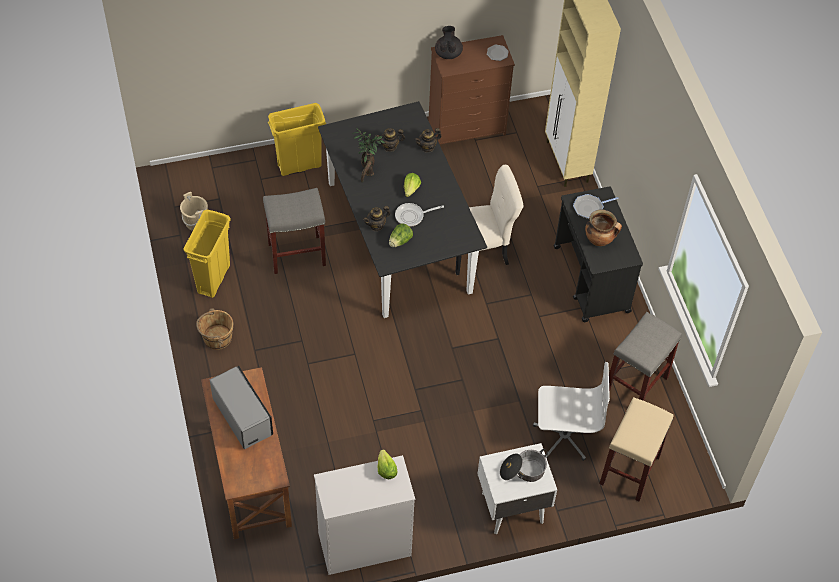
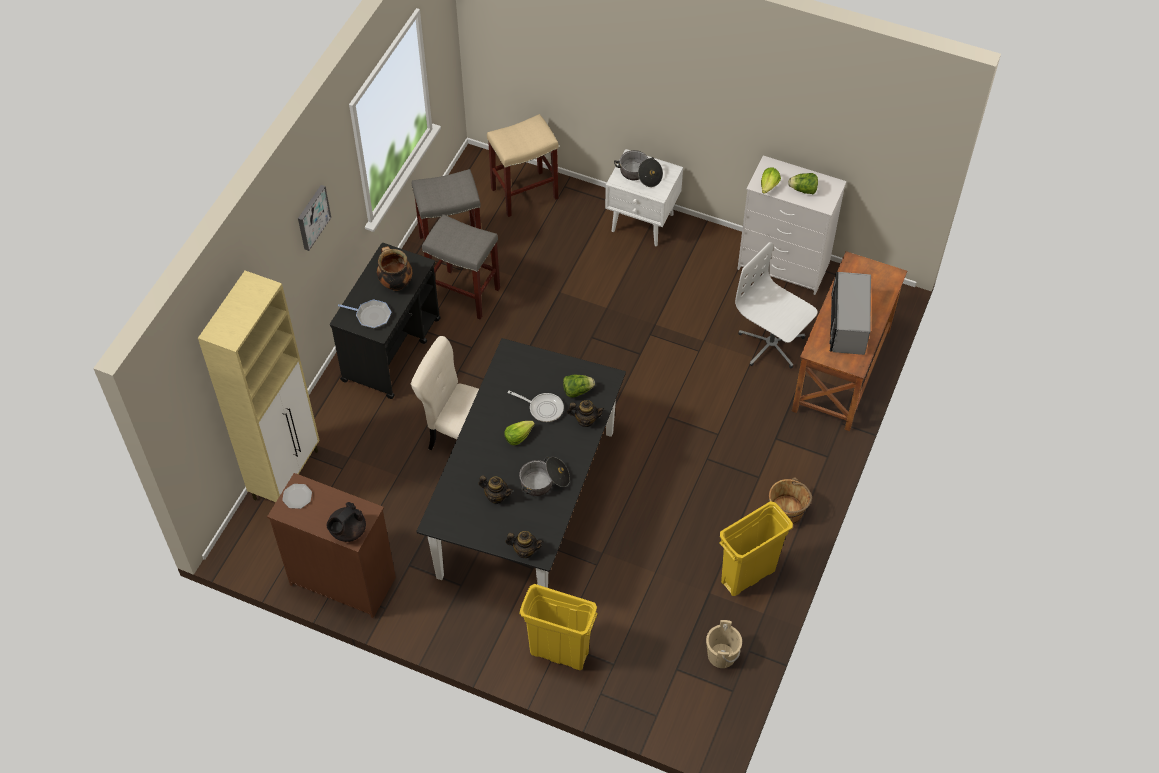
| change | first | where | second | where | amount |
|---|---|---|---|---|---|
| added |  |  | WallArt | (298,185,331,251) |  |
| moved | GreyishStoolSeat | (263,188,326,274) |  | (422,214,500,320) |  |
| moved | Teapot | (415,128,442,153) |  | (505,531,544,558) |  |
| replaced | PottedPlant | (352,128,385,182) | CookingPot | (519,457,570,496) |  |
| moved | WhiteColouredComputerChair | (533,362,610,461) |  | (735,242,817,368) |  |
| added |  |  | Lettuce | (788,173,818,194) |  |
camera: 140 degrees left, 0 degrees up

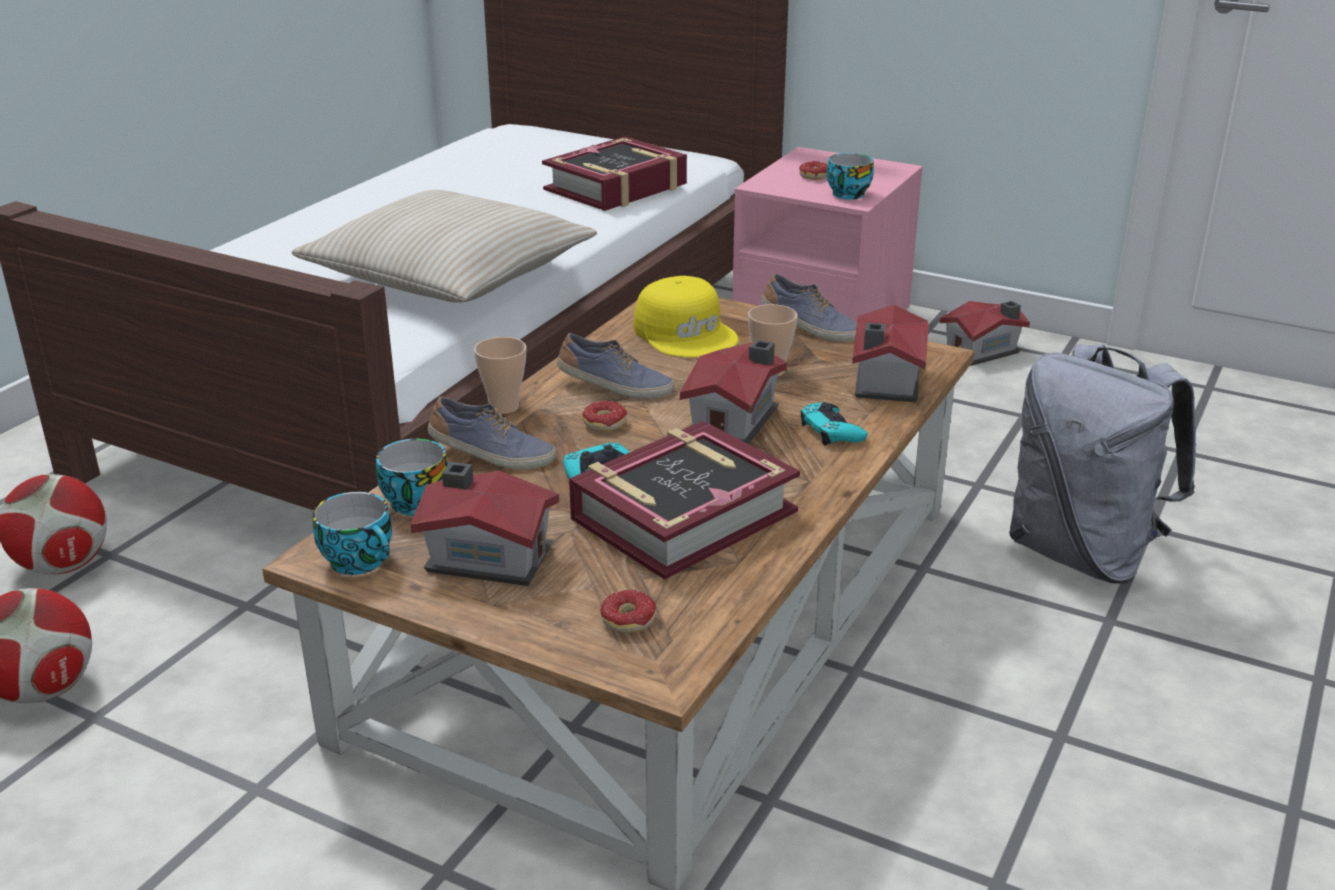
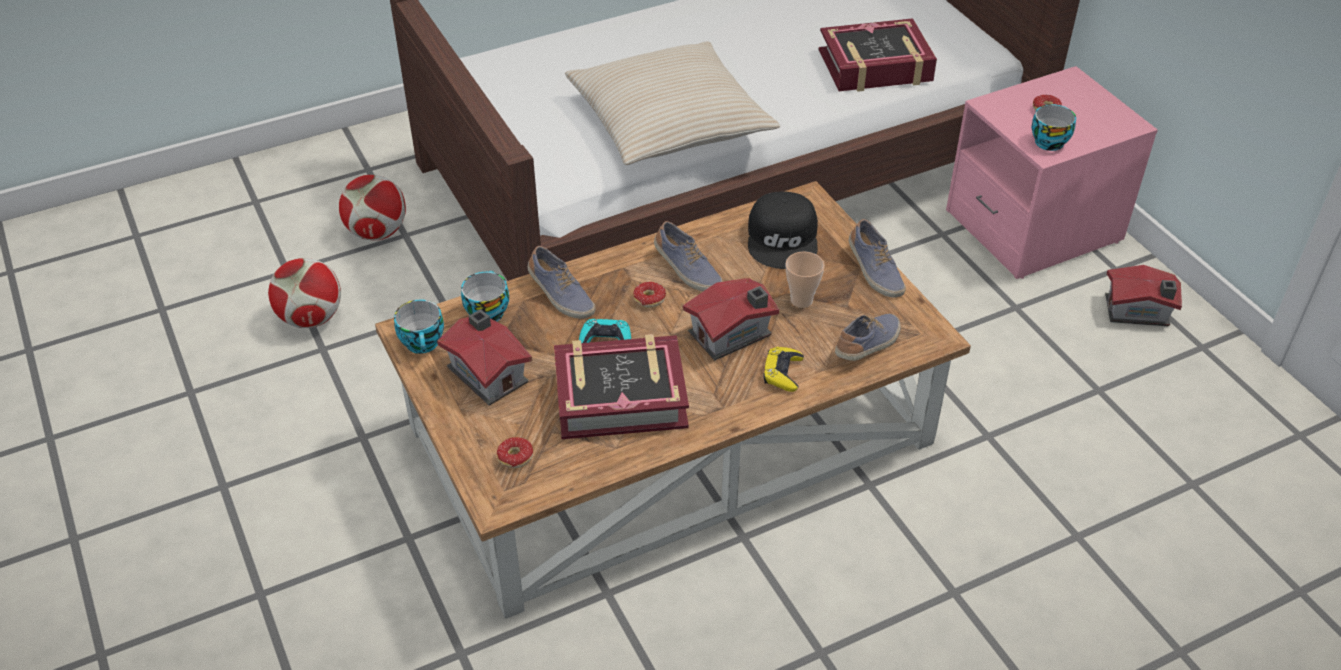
| change | first | where | second | where | amount |
|---|---|---|---|---|---|
| recoloured | YellowColouredBaseballCap | (633,276,738,357) | BlackishBaseballCap | (748,191,818,269) |  |
| recoloured | BlueGreenJoypad | (800,402,868,446) | YellowColouredJoypad | (763,347,804,392) |  |
| replaced | ModelHouse | (852,305,928,402) | Shoe | (835,314,901,361) |  |
| removed | SmallCup | (474,337,527,414) |  |  |  |
| removed | GreyishBackpack | (1009,344,1196,584) |  |  |  |
camera: 35 degrees right, 15 degrees up

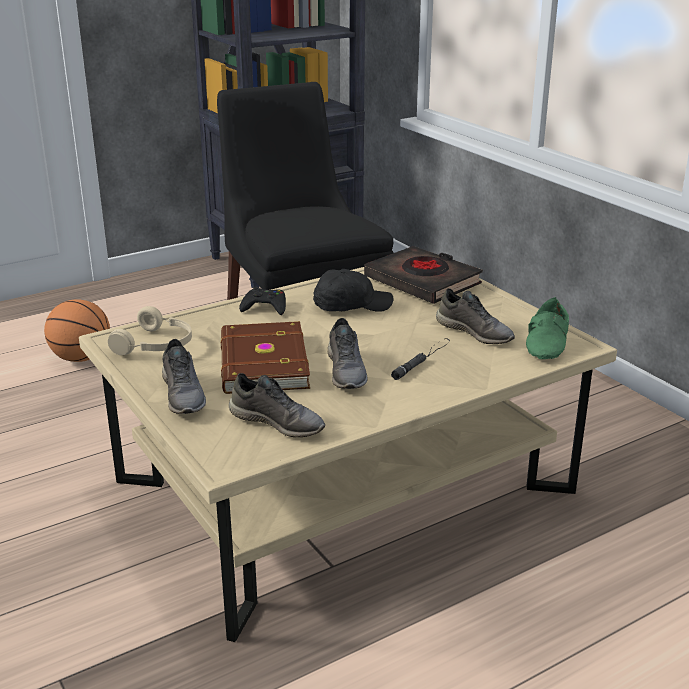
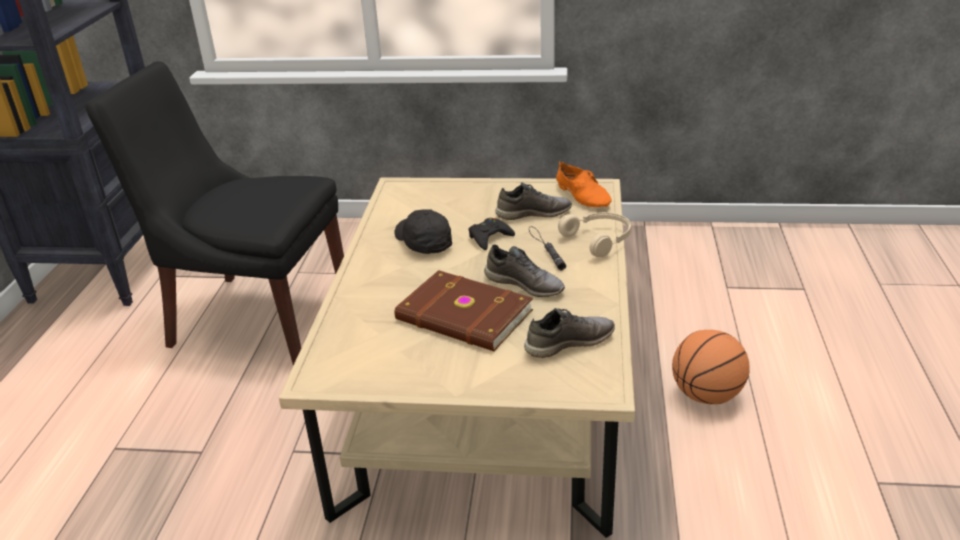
| change | first | where | second | where | amount |
|---|---|---|---|---|---|
| turned | BlackishBaseballCap | (313,269,394,312) |  | (394,209,452,254) | 60 degrees counterclockwise |
| moved | BlackishJoypad | (239,287,286,315) |  | (469,218,515,250) |  |
| recoloured | GreenishShoe | (526,297,569,359) | OrangeColouredShoe | (556,161,612,207) |  |
| moved | BeigeColouredHeadphones | (108,306,192,355) |  | (558,212,631,257) |  |
| moved | BasketballBall | (44,299,110,362) |  | (672,330,750,404) |  |
| removed | GreyishShoe | (162,339,206,414) |  |  |  |
| removed | BlackishBoundBook | (364,246,483,304) |  |  |  |
camera: 50 degrees left, 5 degrees up

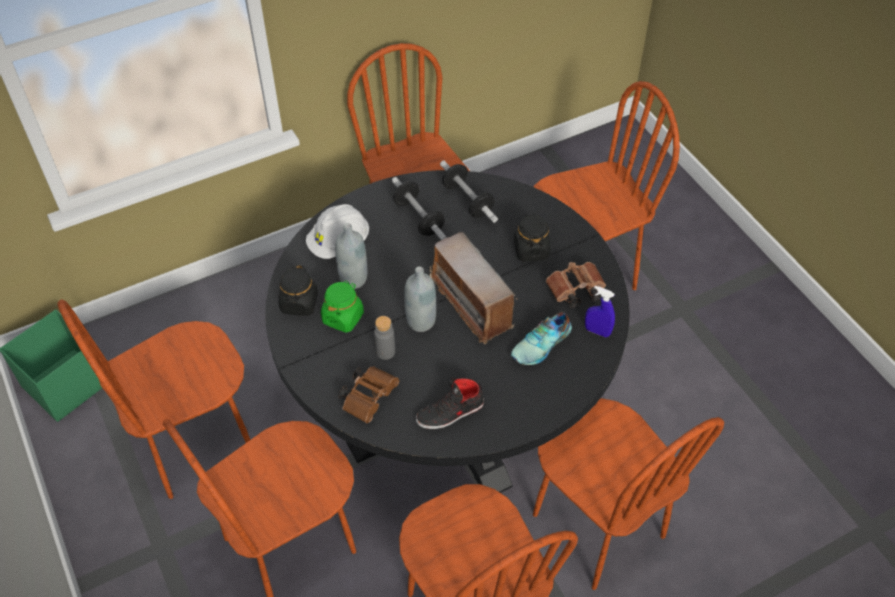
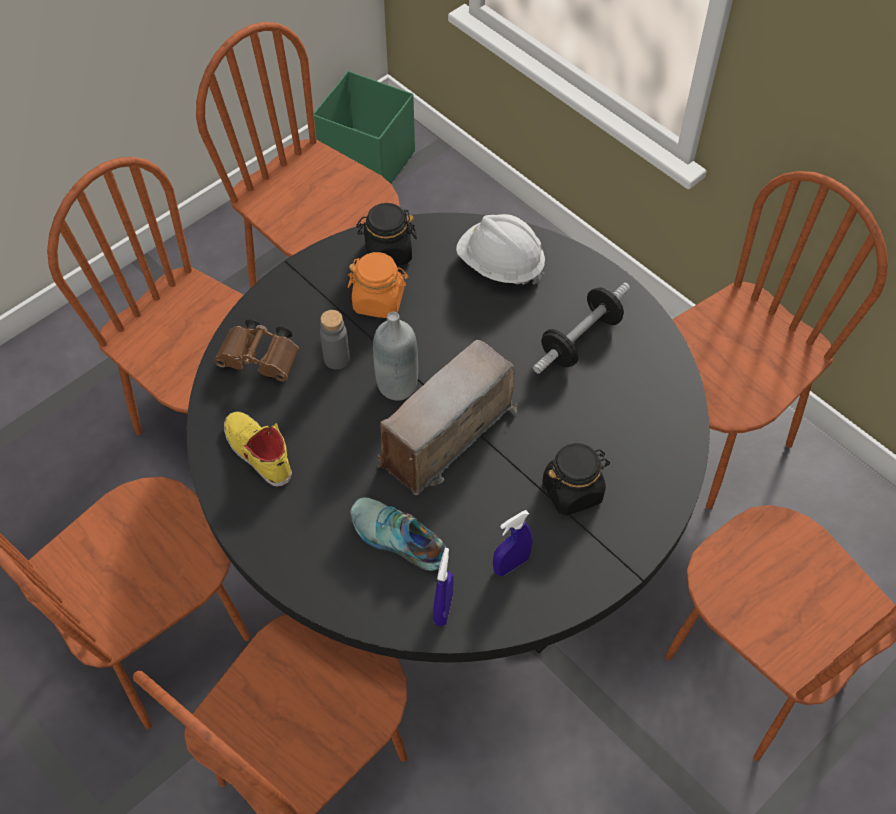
| change | first | where | second | where | amount |
|---|---|---|---|---|---|
| recoloured | BlackishShoe | (416,378,484,429) | YellowColouredShoe | (224,412,292,486) |  |
| recoloured | GreenishJar | (321,281,364,333) | OrangeColouredJar | (348,252,408,318) |  |
| replaced | BrownishFieldGlasses | (546,262,606,308) | BluishSprayer | (493,510,533,576) |  |
| removed | GreyishBottle | (335,223,367,289) |  |  |  |
| removed | Dumbbell | (440,160,498,223) |  |  |  |
camera: 75 degrees right, 5 degrees up

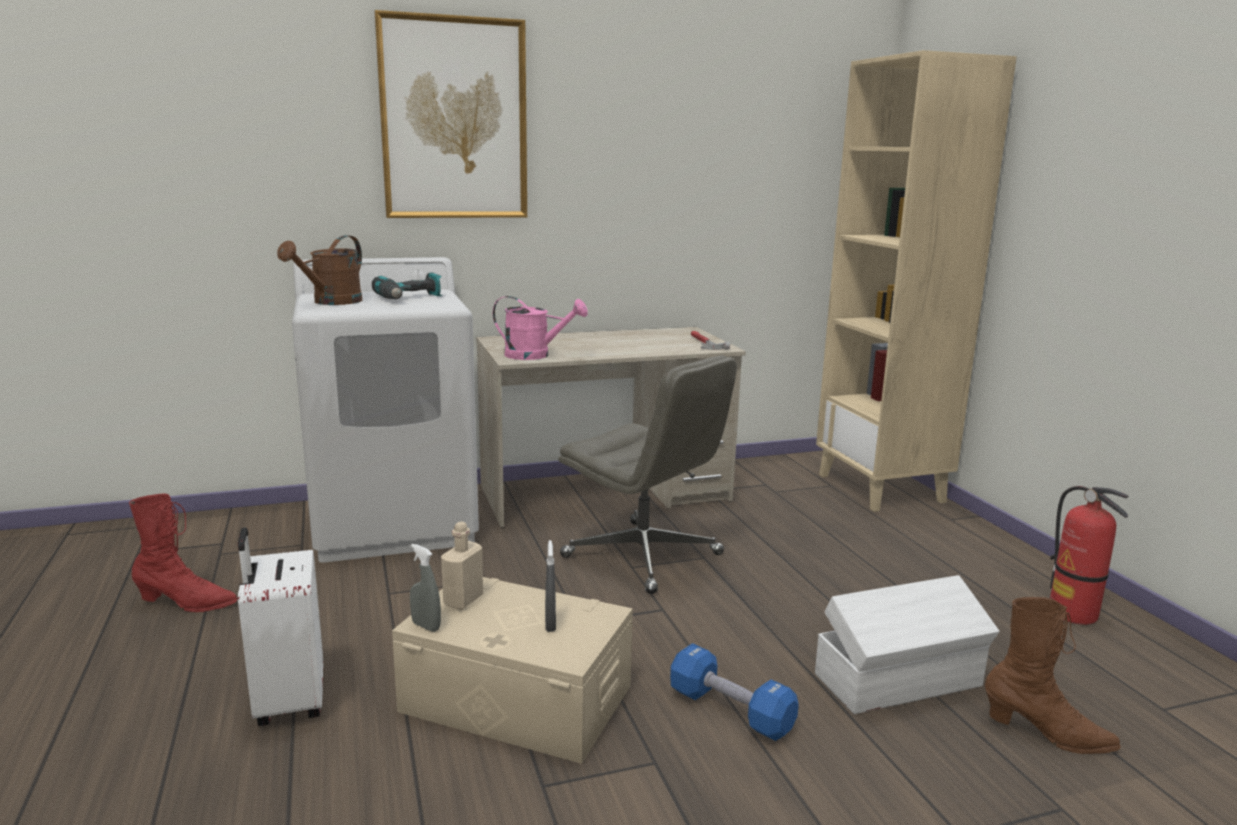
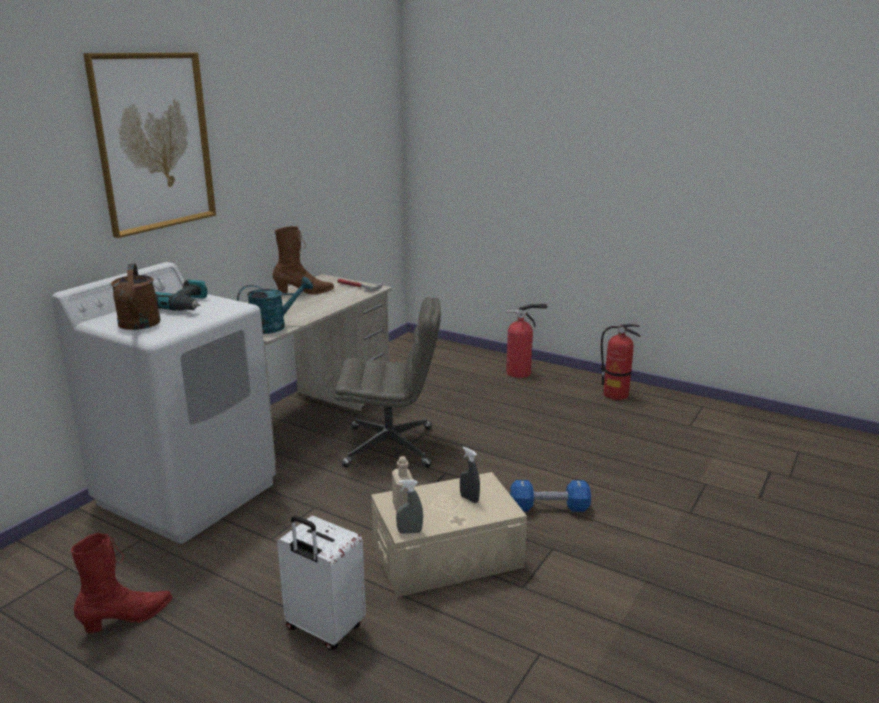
| change | first | where | second | where | amount |
|---|---|---|---|---|---|
| recoloured | PinkishWateringPot | (493,296,588,360) | BlueGreenWateringPot | (237,277,313,334) |  |
| moved | BrownishTallBoot | (985,597,1121,754) |  | (273,226,334,294) |  |
| added |  |  | FireExtinguisher | (506,304,547,378) |  |
| removed | WhiteColouredStorageBox | (815,575,1000,714) |  |  |  |
| removed | BeigeColouredBookcase | (816,50,1017,512) |  |  |  |
camera: 40 degrees left, 5 degrees up

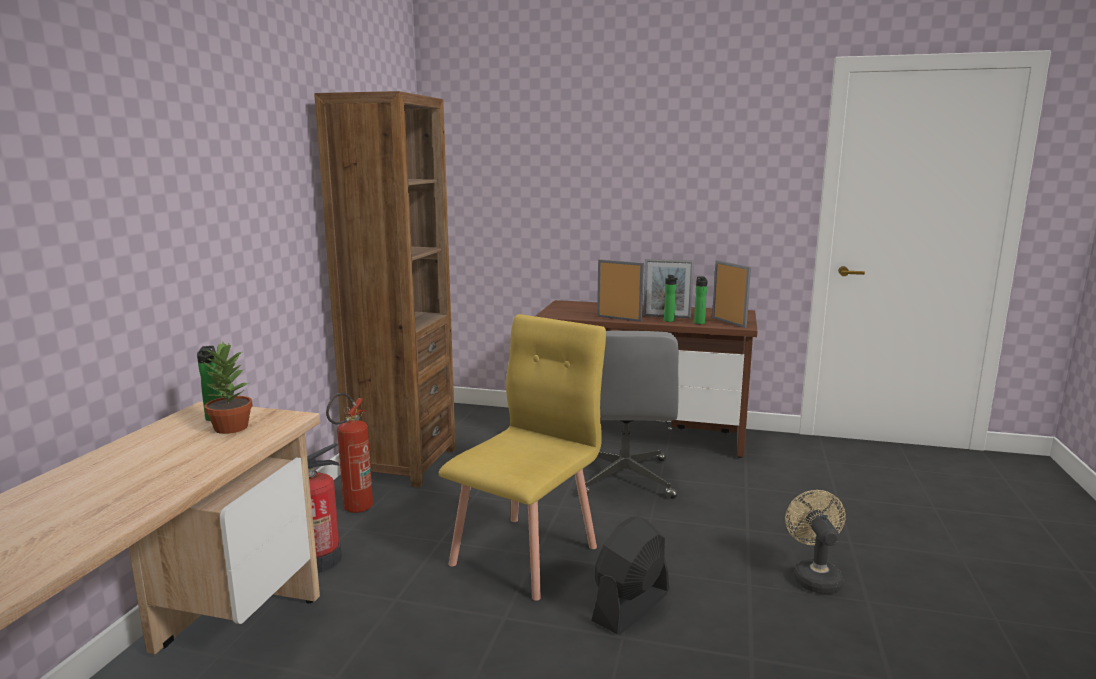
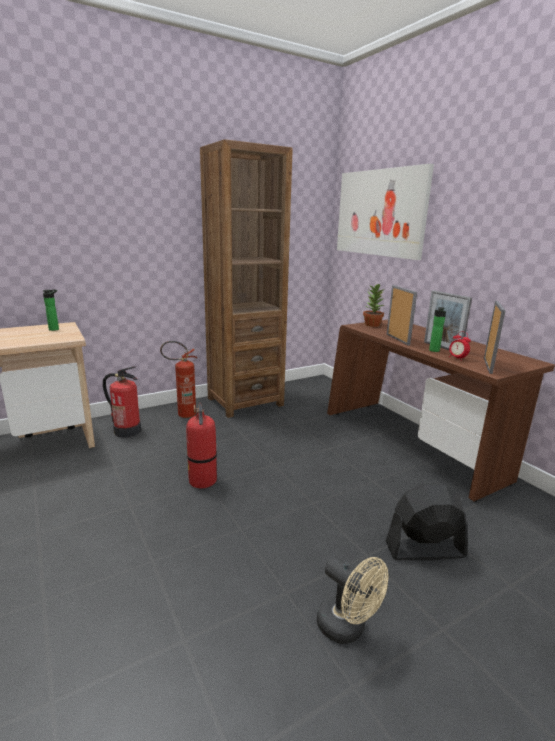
| change | first | where | second | where | amount |
|---|---|---|---|---|---|
| replaced | YellowColouredChair | (439,314,606,601) | FireExtinguisher | (186,402,217,488) |  |
| turned | BeigeColouredFan | (785,490,846,594) |  | (317,557,389,644) | 90 degrees clockwise |
| added |  |  | WallArt | (337,164,434,260) |  |
| moved | PottedPlant | (203,342,253,434) |  | (363,283,384,327) |  |
| moved | BlackishFan | (591,516,669,635) |  | (386,483,468,560) |  |
| replaced | Bottle | (694,276,708,324) | BedsideClock | (449,331,471,361) |  |
| removed | GreyishComputerChair | (585,330,679,499) |  |  |  |
camera: 45 degrees right, 5 degrees up

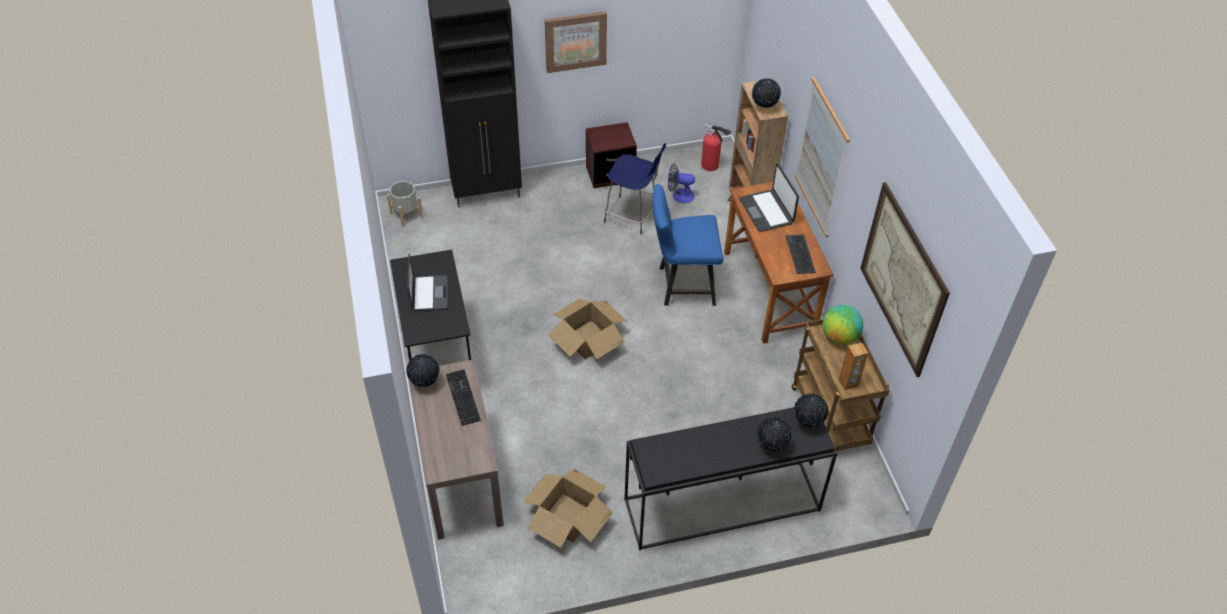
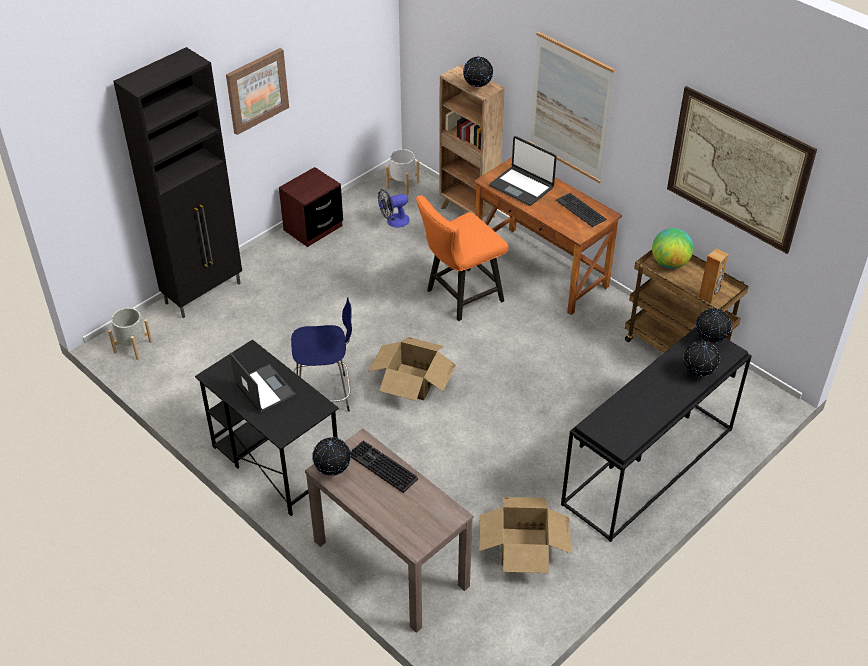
| change | first | where | second | where | amount |
|---|---|---|---|---|---|
| moved | BluishStoolSeat | (604,143,666,234) |  | (291,297,352,412) |  |
| replaced | FireExtinguisher | (701,124,731,171) | WhiteColouredFlowerPot | (386,149,419,195) |  |
| recoloured | BluishChair | (652,184,723,306) | OrangeColouredChair | (416,195,508,321) |  |
camera: 30 degrees left, 5 degrees down

